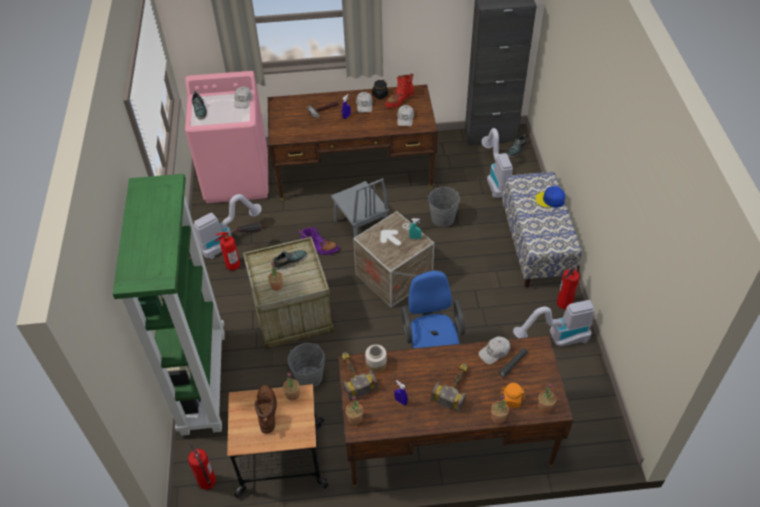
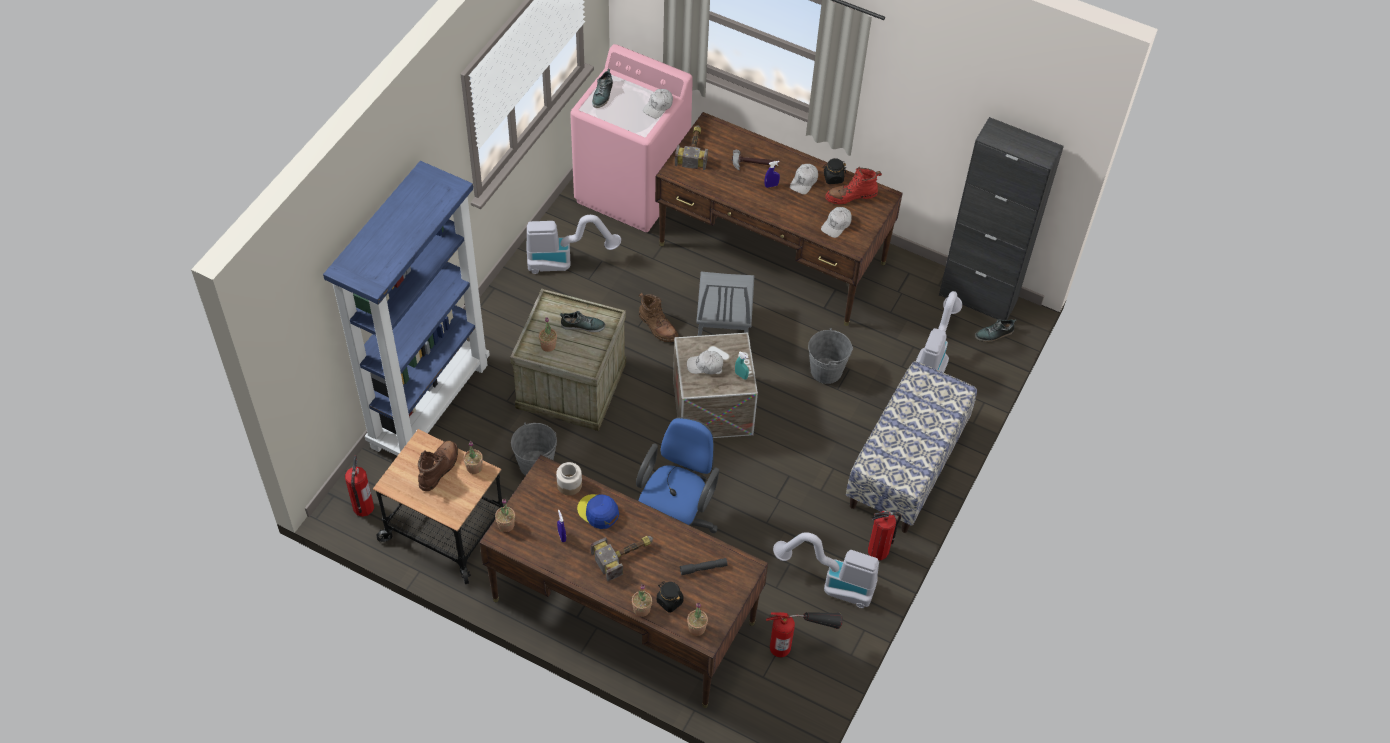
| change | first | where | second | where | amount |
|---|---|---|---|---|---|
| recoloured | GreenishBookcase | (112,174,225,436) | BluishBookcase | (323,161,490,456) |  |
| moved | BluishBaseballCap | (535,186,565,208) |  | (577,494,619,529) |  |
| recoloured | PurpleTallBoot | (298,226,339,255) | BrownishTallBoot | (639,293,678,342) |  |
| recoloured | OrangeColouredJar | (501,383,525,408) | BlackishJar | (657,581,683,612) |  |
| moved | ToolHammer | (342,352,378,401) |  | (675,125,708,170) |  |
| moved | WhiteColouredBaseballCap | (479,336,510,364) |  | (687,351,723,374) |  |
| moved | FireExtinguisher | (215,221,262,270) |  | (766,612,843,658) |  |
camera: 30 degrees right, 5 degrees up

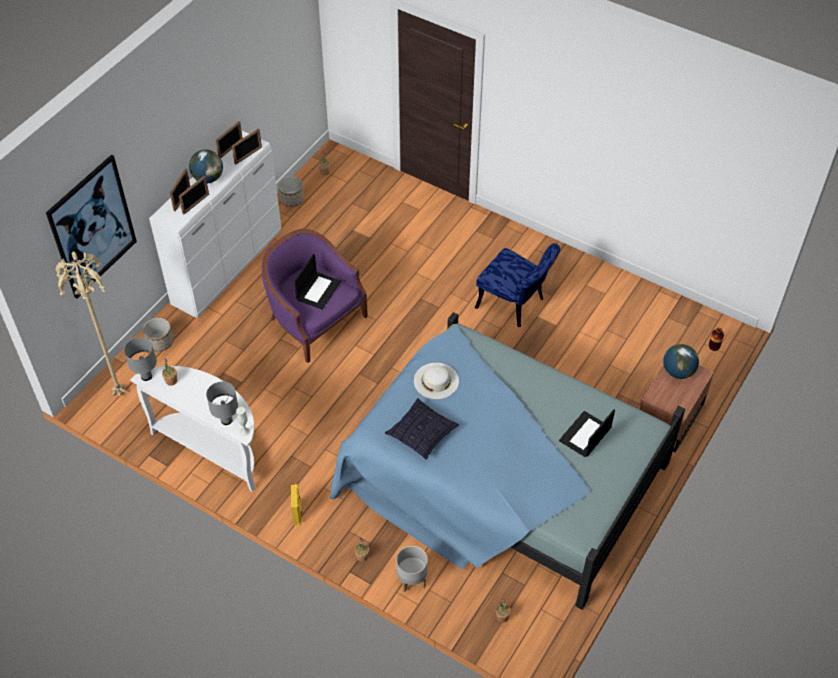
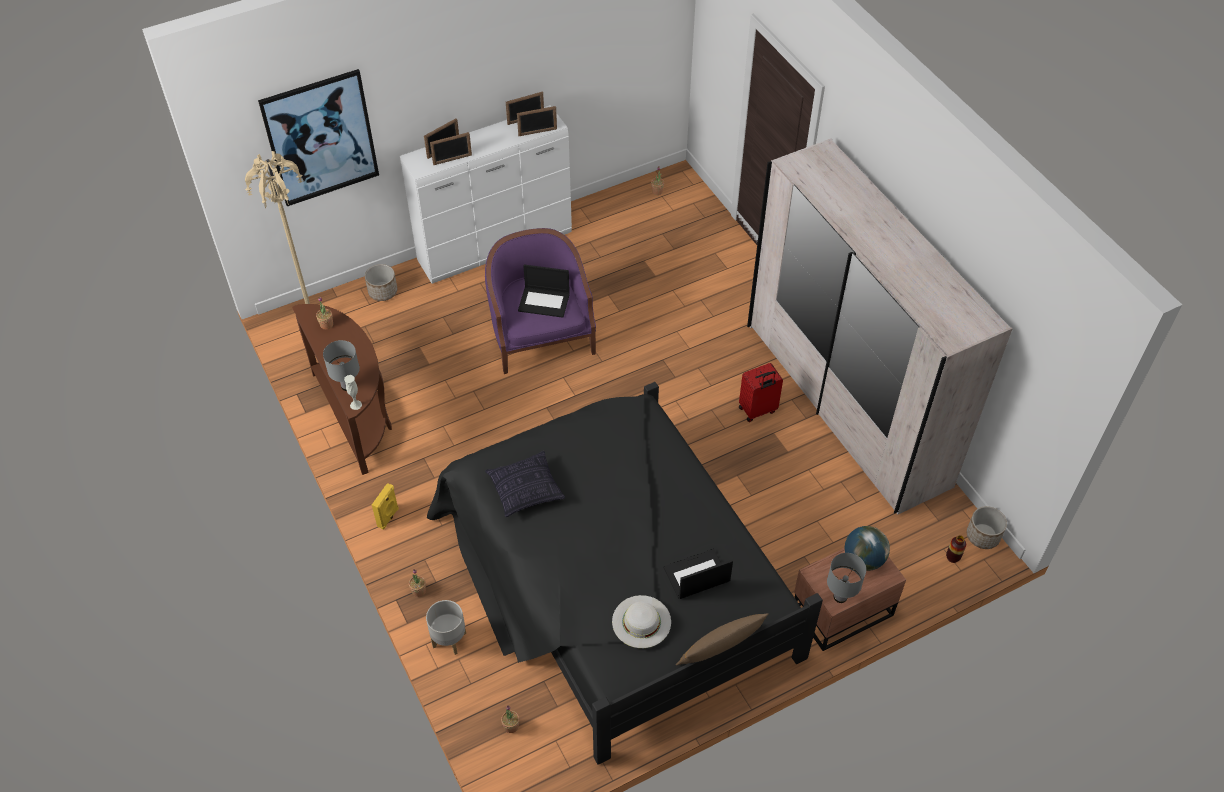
| change | first | where | second | where | amount |
|---|---|---|---|---|---|
| recoloured | WhiteColouredConsoleTable | (130,366,256,492) | BrownishConsoleTable | (292,304,392,475) |  |
| recoloured | BluishBedroomBed | (330,312,685,610) | BlackishBedroomBed | (427,382,823,765) |  |
| turned | NotebookComputer | (294,254,341,309) |  | (518,265,570,318) | 45 degrees clockwise |
| moved | WhiteColouredHat | (414,363,459,399) |  | (612,595,671,648) |  |
| added |  |  | BrownishThrowPillow | (676,613,768,665) |  |
| replaced | BluishChair | (475,243,560,327) | RedSuitcase | (739,363,783,422) |  |
| added |  |  | WhiteColouredArmoire | (747,139,1013,515) |  |
| moved | GreyishTabletopLamp | (124,338,157,381) |  | (827,553,866,603) |  |
| moved | FlowerPot | (278,176,304,207) |  | (967,506,1007,549) |  |
| removed | DeskGlobe | (189,150,223,183) |  |  |  |
camera: 30 degrees right, 0 degrees up

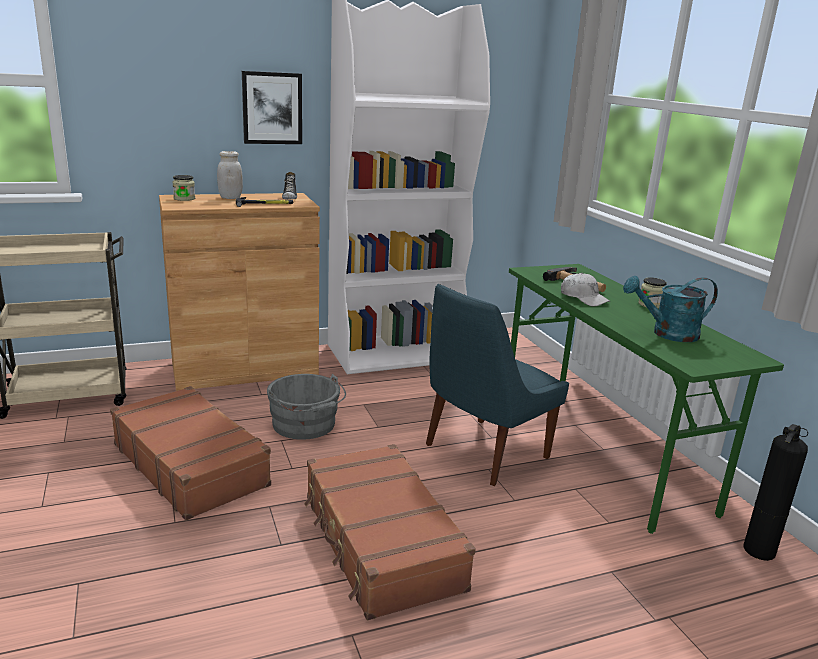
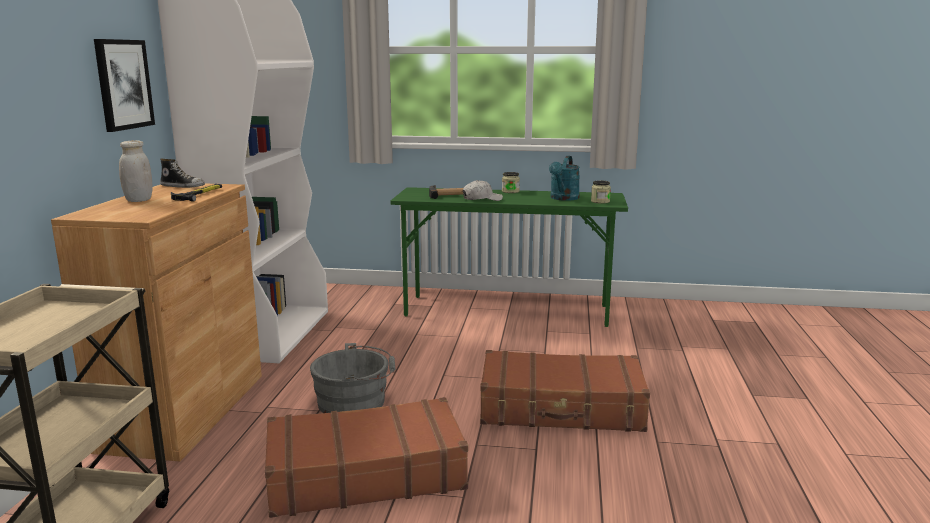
| change | first | where | second | where | amount |
|---|---|---|---|---|---|
| moved | Jar | (172,175,195,201) |  | (591,180,611,204) |  |
| removed | BluishChair | (426,284,569,486) |  |  |  |
| removed | FireExtinguisher | (743,424,808,561) |  |  |  |
camera: 60 degrees left, 5 degrees down

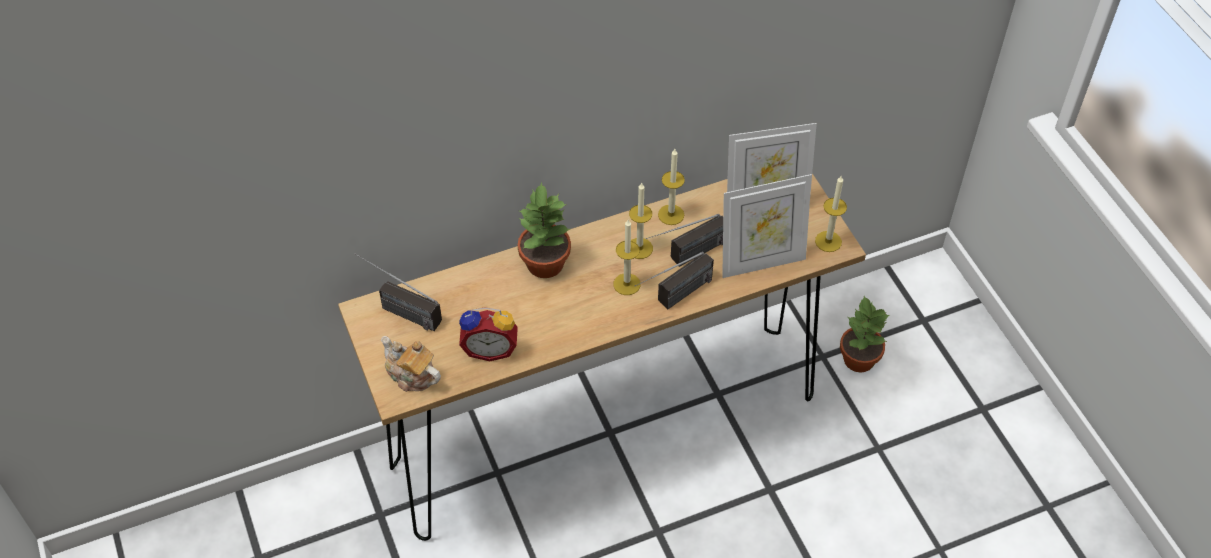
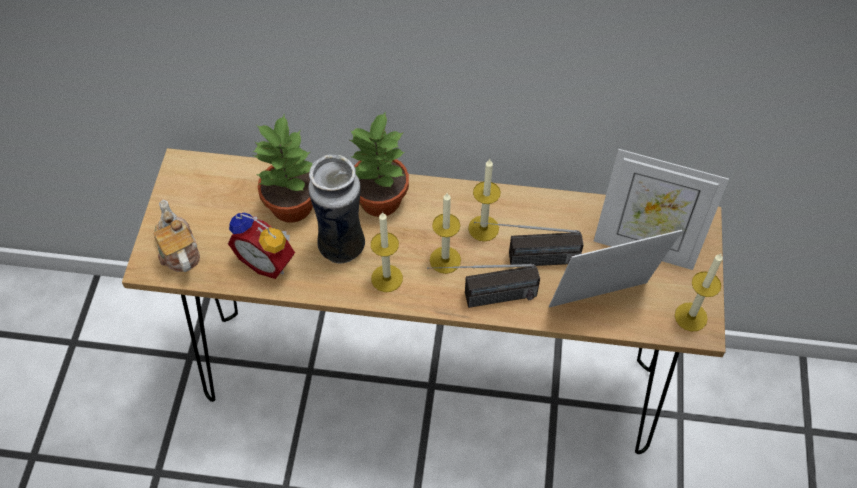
| change | first | where | second | where | amount |
|---|---|---|---|---|---|
| moved | PottedPlant | (840,296,890,373) |  | (252,115,313,223) |  |
| added |  |  | FlowerVase | (309,155,365,264) |  |
| moved | WaxCandle | (658,149,685,225) |  | (371,212,403,292) |  |
| turned | PhotoFrame | (722,174,812,278) |  | (549,230,682,308) | 150 degrees clockwise |
| removed | Radio | (355,253,442,331) |  |  |  |
camera: 30 degrees right, 5 degrees up

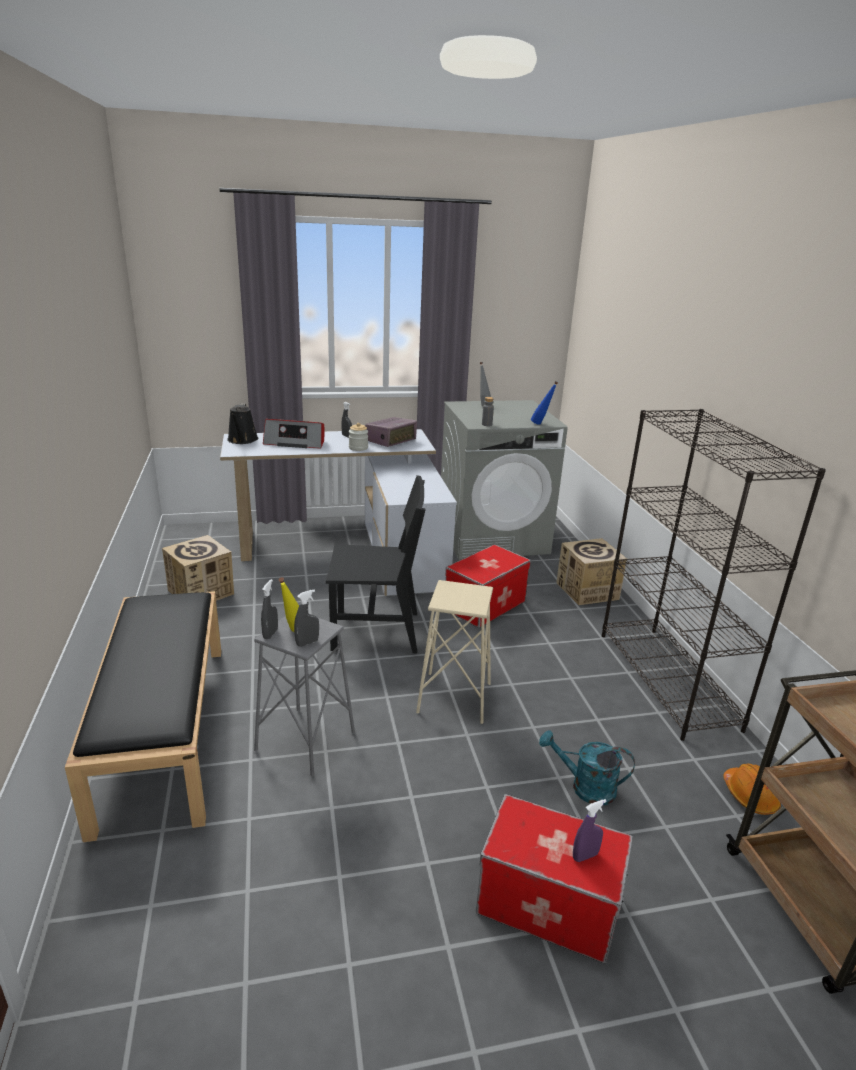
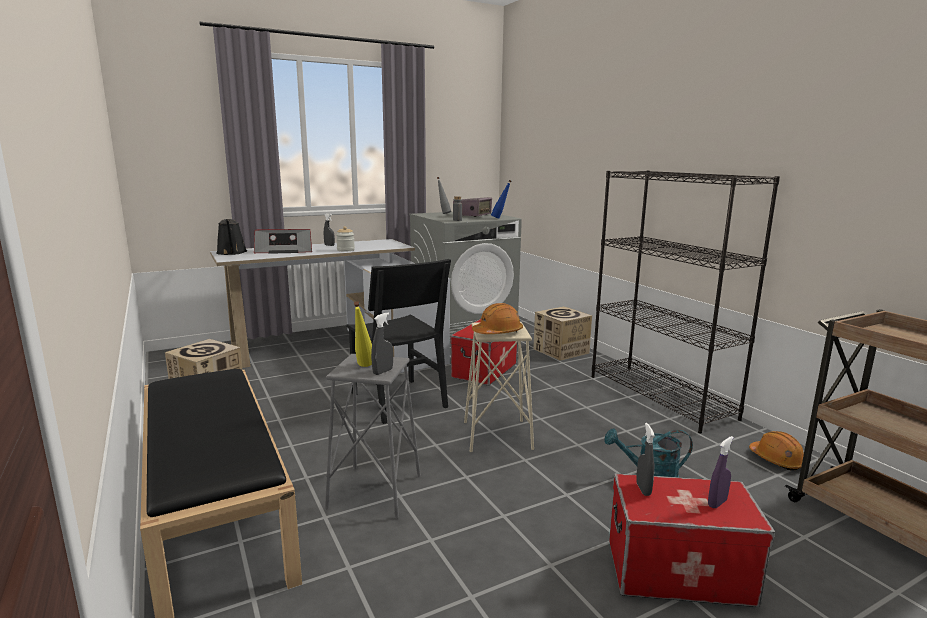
| change | first | where | second | where | amount |
|---|---|---|---|---|---|
| turned | BlackishChair | (326,475,425,653) |  | (347,259,451,424) | 75 degrees clockwise |
| moved | Radio | (365,417,417,447) |  | (453,197,492,217) |  |
| added |  |  | OrangeColouredSafetyHelmet | (472,303,523,334) |  |
| moved | GreyishSprayer | (261,579,278,640) |  | (636,423,655,496) |  |
camera: 15 degrees left, 10 degrees down

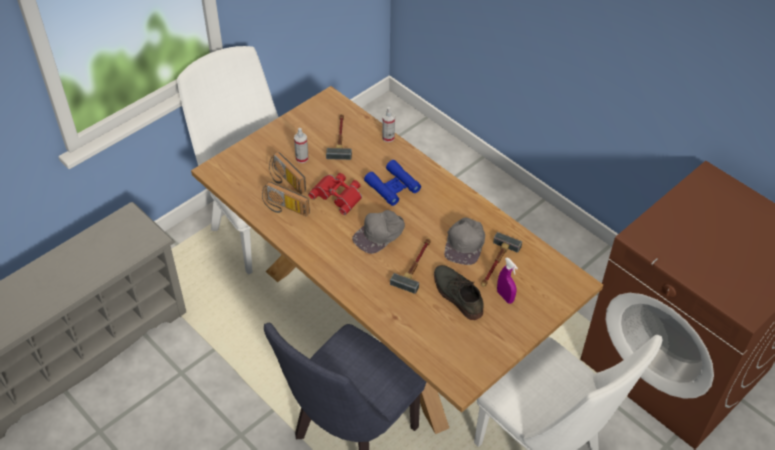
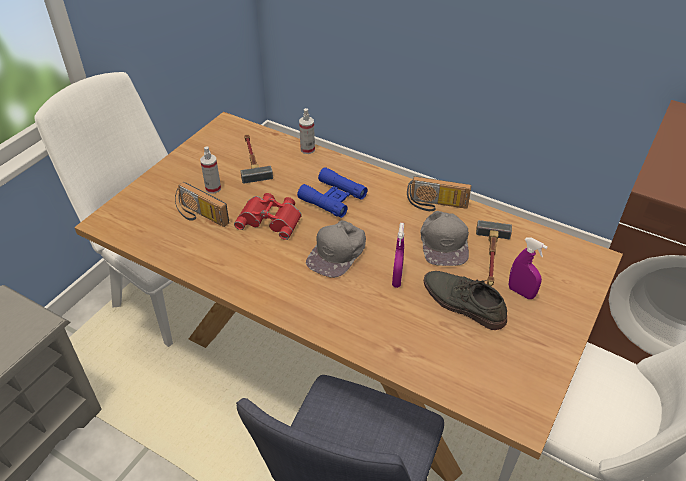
| change | first | where | second | where | amount |
|---|---|---|---|---|---|
| replaced | ToolHammer | (390,238,431,294) | PurpleSprayer | (392,223,404,288) |  |
| moved | Radio | (262,182,310,216) |  | (407,176,471,211) |  |
camera: 15 degrees left, 5 degrees down

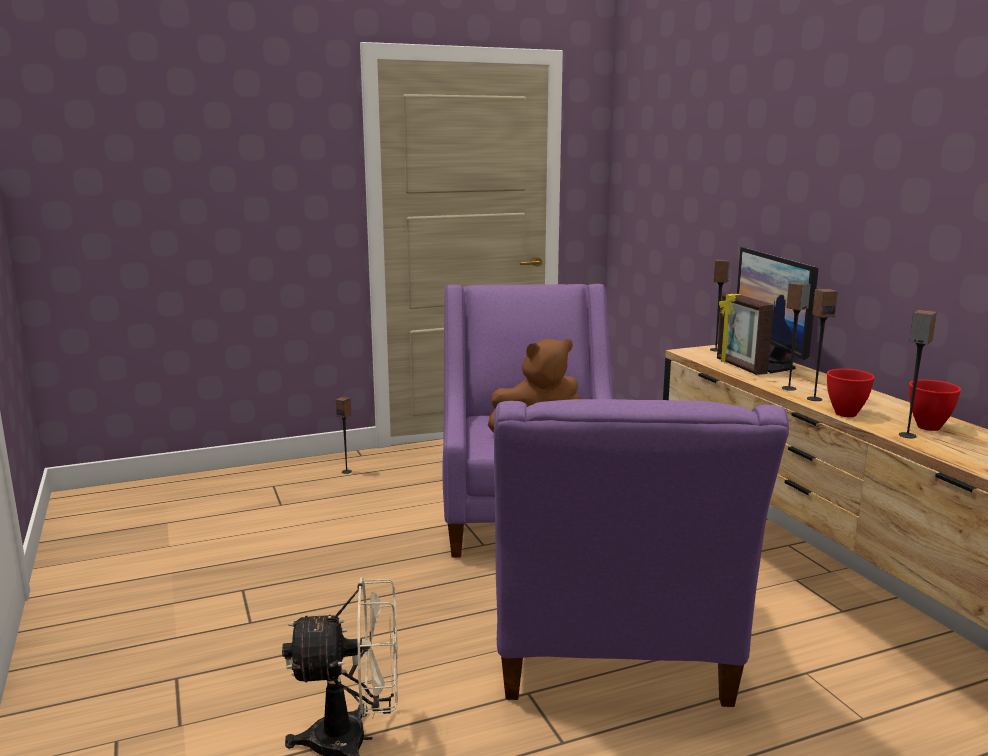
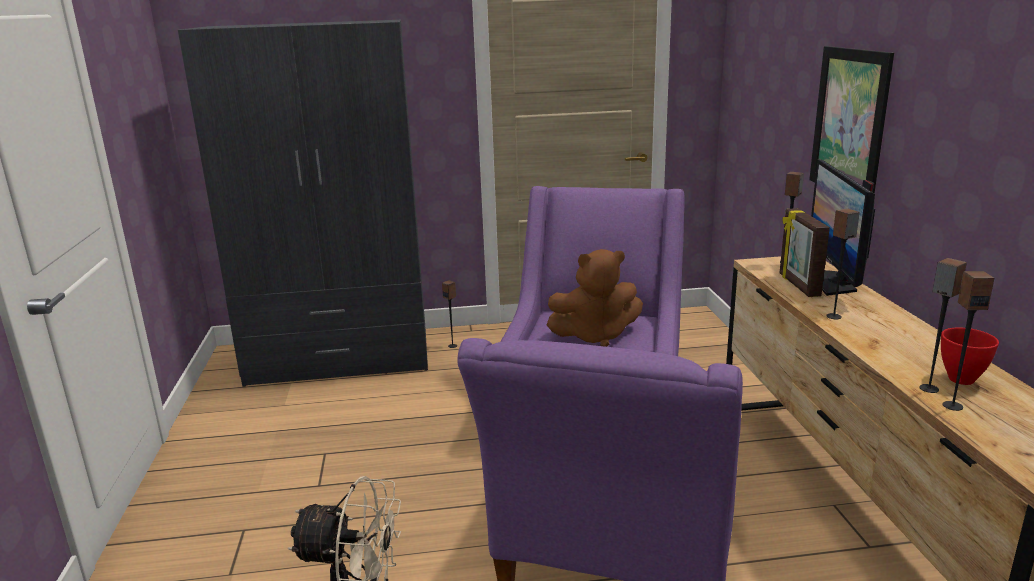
| change | first | where | second | where | amount |
|---|---|---|---|---|---|
| added |  |  | GreyishArmoire | (178,20,428,387) |  |
| added |  |  | WallArt | (809,46,894,194) |  |
| moved | Speaker | (807,289,838,401) |  | (943,271,994,411) |  |
| removed | RedDeepDish | (827,369,875,417) |  |  |  |
camera: 15 degrees right, 5 degrees up

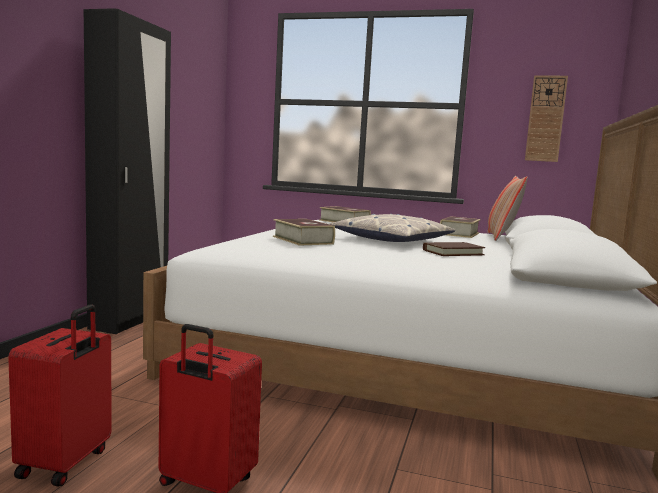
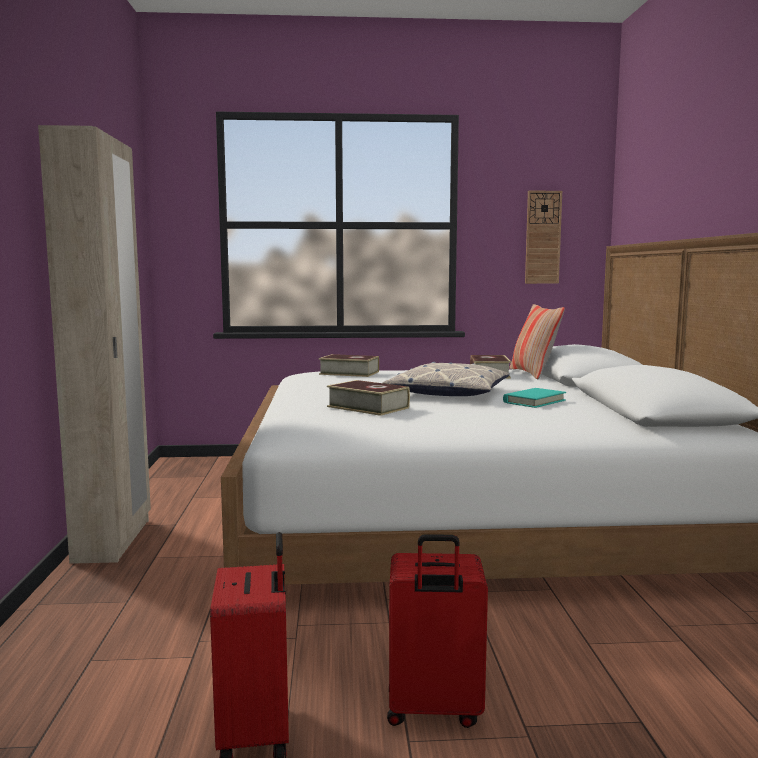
| change | first | where | second | where | amount |
|---|---|---|---|---|---|
| recoloured | BlackishArmoire | (84,8,171,334) | BeigeColouredArmoire | (38,125,151,564) |  |
| recoloured | BrownishBoundBook | (423,242,485,256) | BlueGreenBoundBook | (503,388,566,408) |  |
camera: 20 degrees left, 0 degrees up

